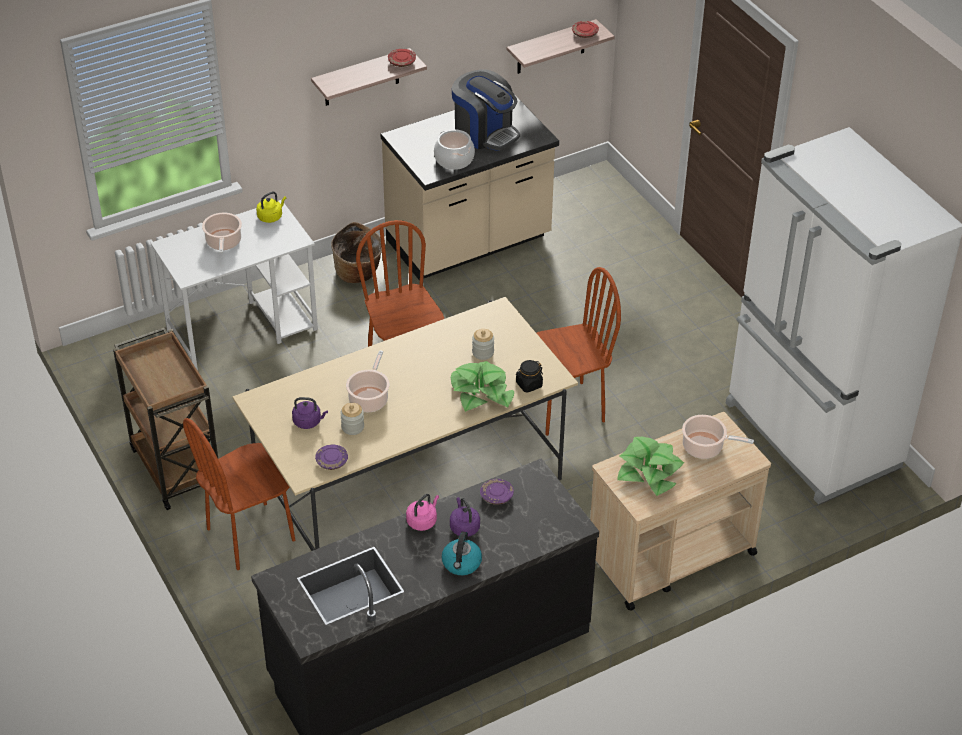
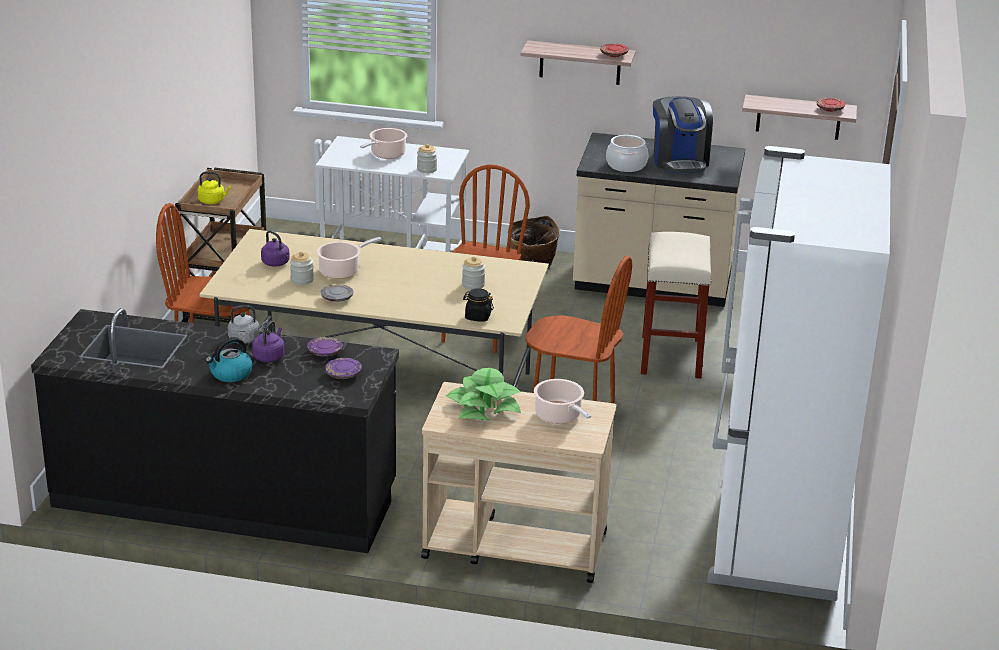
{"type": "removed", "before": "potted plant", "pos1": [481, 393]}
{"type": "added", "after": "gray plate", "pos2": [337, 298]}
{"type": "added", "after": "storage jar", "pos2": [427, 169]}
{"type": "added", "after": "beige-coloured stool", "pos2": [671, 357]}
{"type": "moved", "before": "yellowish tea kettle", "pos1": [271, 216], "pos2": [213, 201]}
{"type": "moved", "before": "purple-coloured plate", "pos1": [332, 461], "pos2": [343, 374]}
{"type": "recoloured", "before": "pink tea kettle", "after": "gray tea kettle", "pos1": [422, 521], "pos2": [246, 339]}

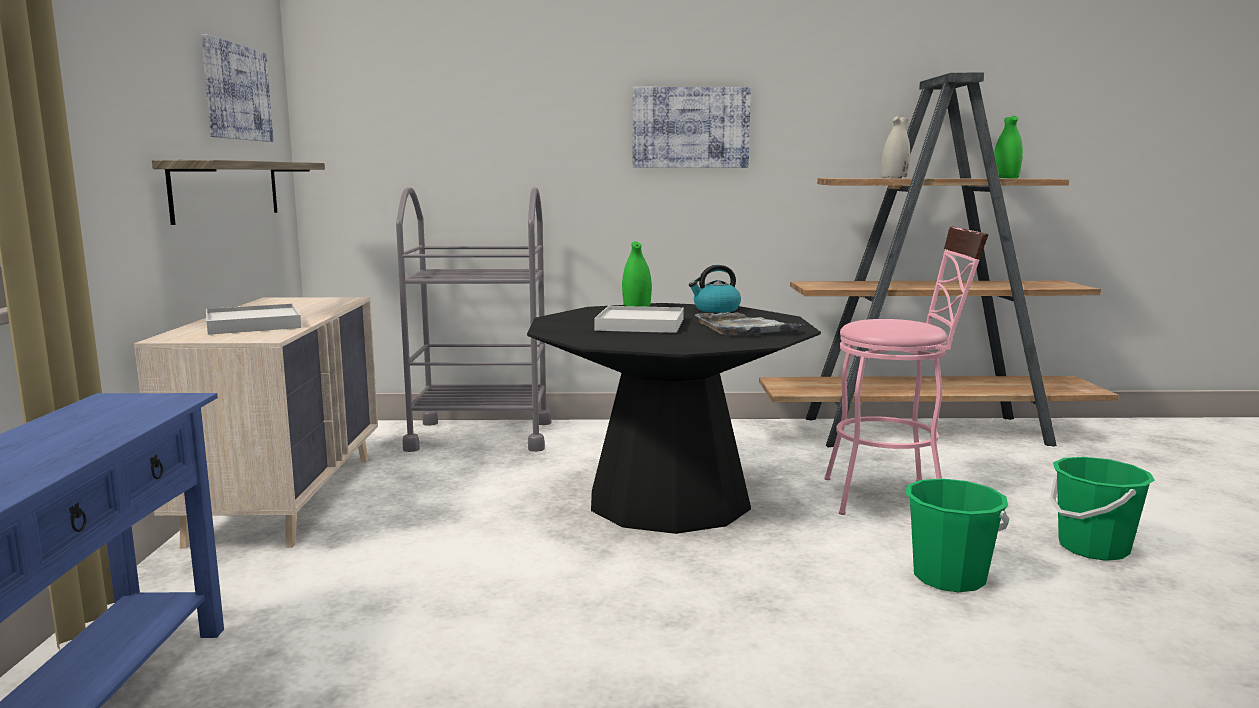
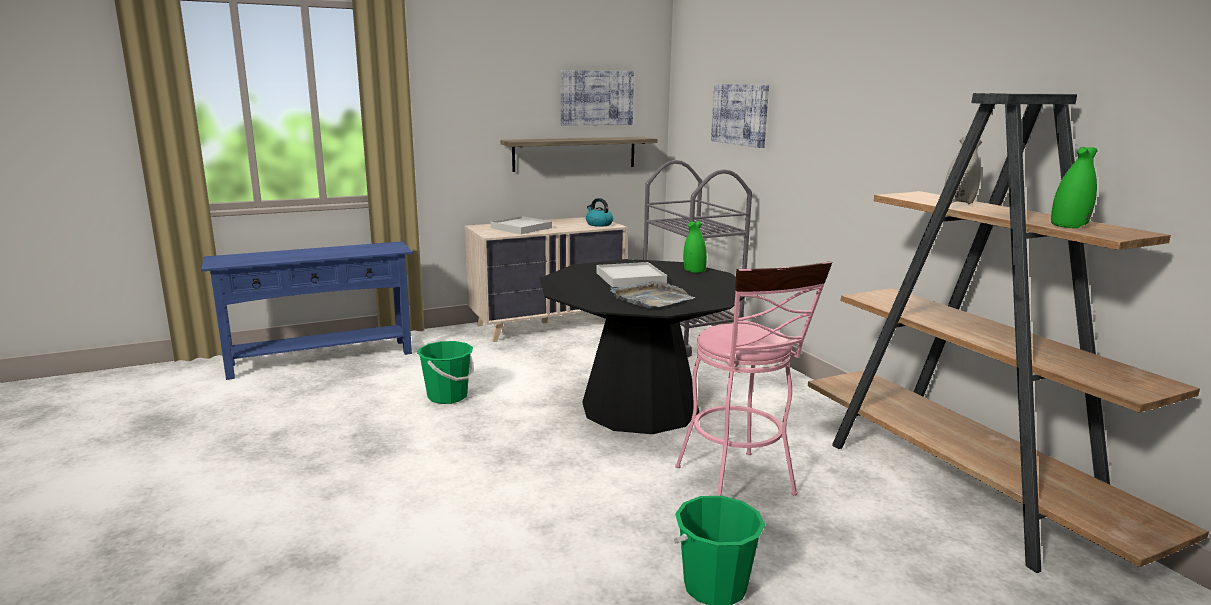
{"type": "moved", "before": "wall art", "pos1": [690, 127], "pos2": [740, 114]}
{"type": "moved", "before": "tea kettle", "pos1": [716, 309], "pos2": [598, 224]}
{"type": "moved", "before": "green pail", "pos1": [949, 577], "pos2": [447, 396]}

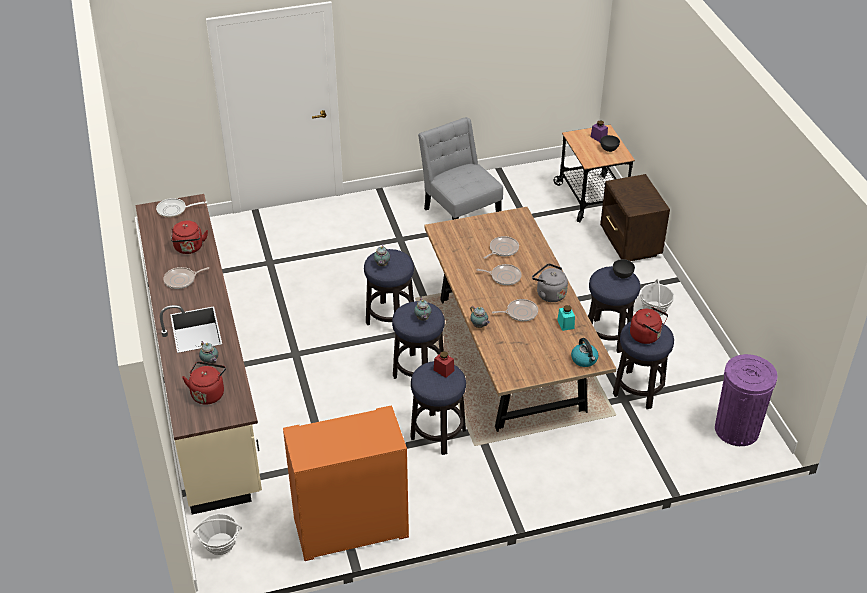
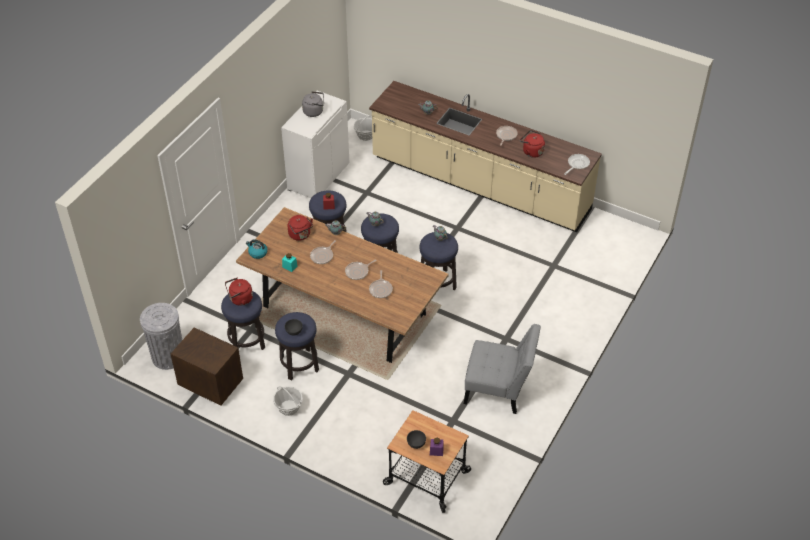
{"type": "moved", "before": "red-coloured tea kettle", "pos1": [208, 393], "pos2": [300, 235]}
{"type": "moved", "before": "gray tea kettle", "pos1": [549, 294], "pos2": [314, 111]}
{"type": "moved", "before": "brown-coloured nightstand", "pos1": [629, 244], "pos2": [211, 384]}
{"type": "recoloured", "before": "orange cupboard", "after": "white cupboard", "pos1": [350, 528], "pos2": [318, 176]}
{"type": "recoloured", "before": "purple-coloured rubbish bin", "after": "gray rubbish bin", "pos1": [737, 429], "pos2": [168, 356]}

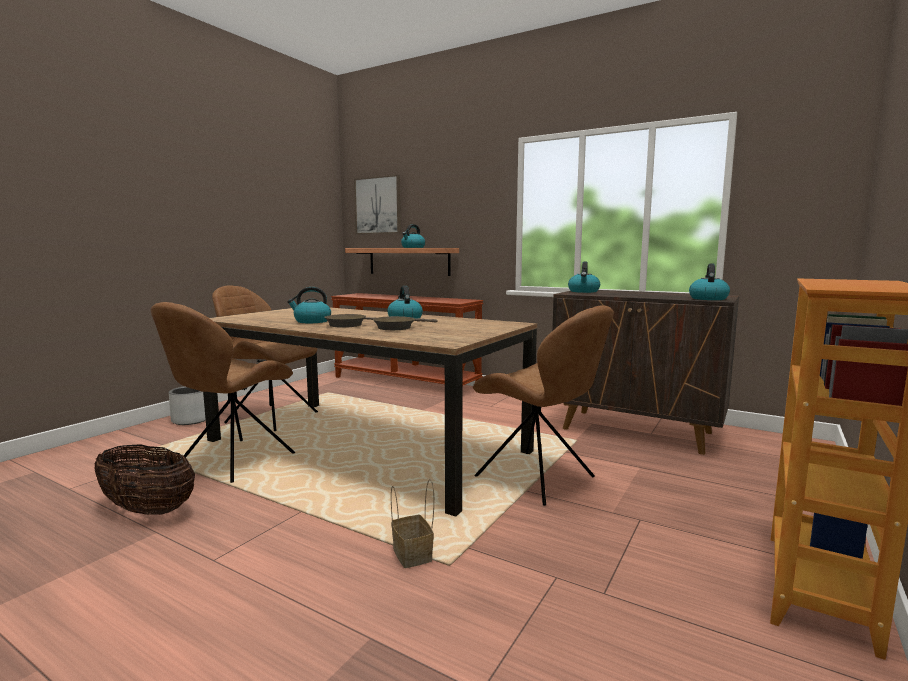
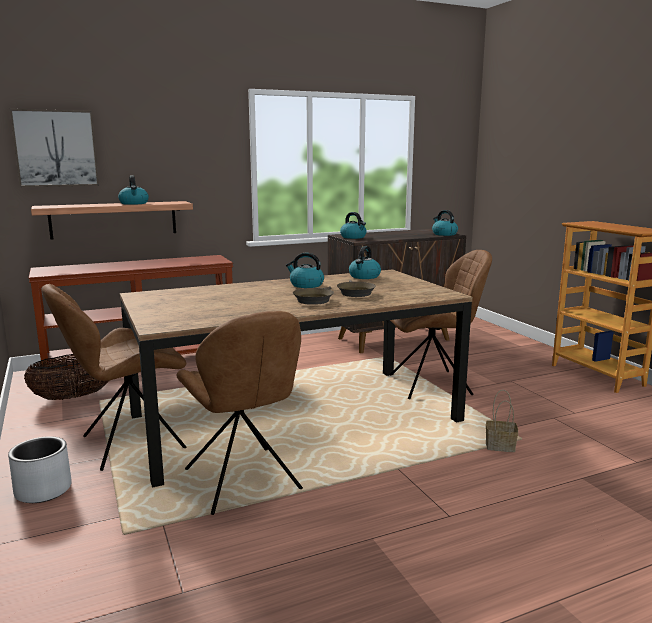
{"type": "moved", "before": "basket", "pos1": [148, 509], "pos2": [74, 397]}
{"type": "moved", "before": "tea kettle", "pos1": [312, 321], "pos2": [364, 276]}

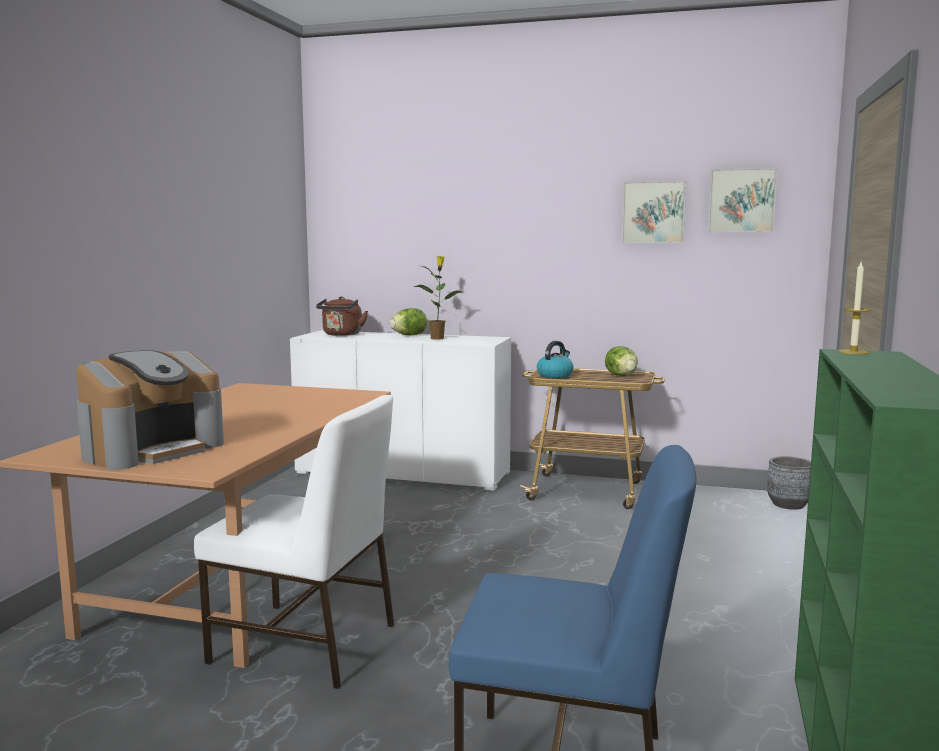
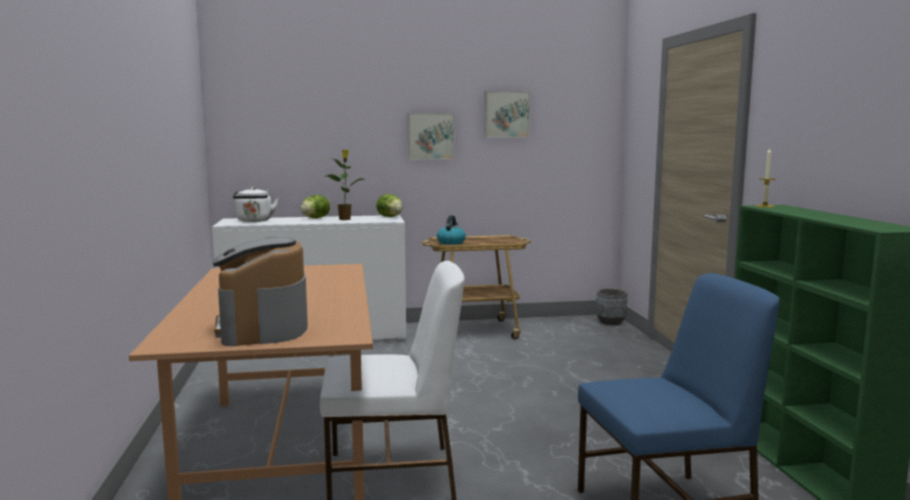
{"type": "moved", "before": "lettuce head", "pos1": [621, 376], "pos2": [390, 217]}
{"type": "moved", "before": "wall art", "pos1": [741, 200], "pos2": [430, 136]}
{"type": "recoloured", "before": "brown-coloured tea kettle", "after": "white tea kettle", "pos1": [341, 334], "pos2": [254, 221]}
{"type": "turned", "before": "coffee maker", "pos1": [153, 449], "pos2": [262, 327], "turn": 150}

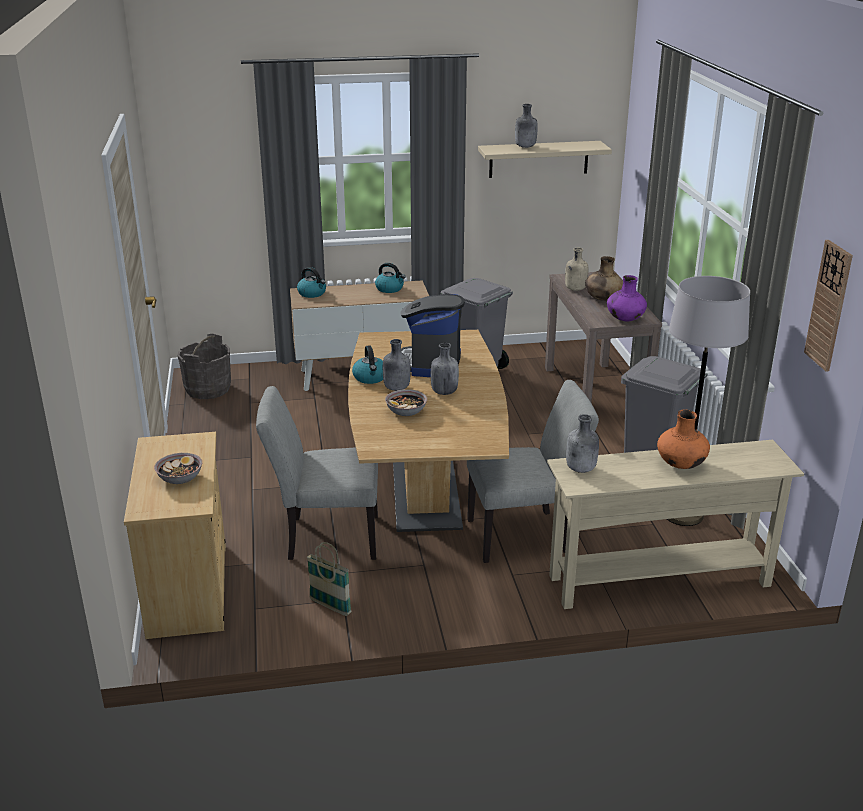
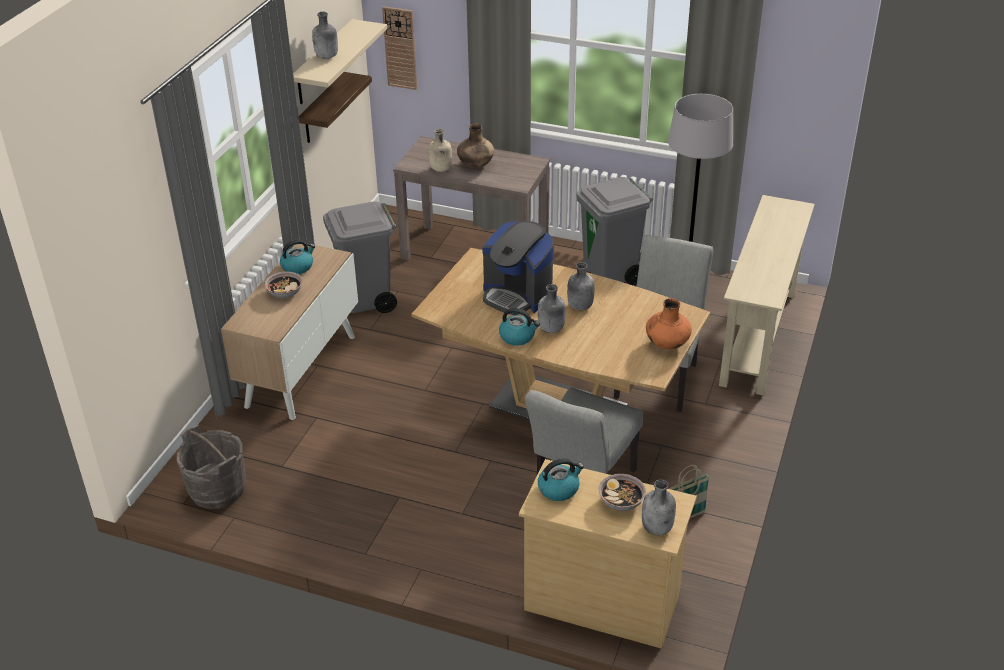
{"type": "removed", "before": "purple-coloured decorative vase", "pos1": [625, 319]}
{"type": "added", "after": "shelf", "pos2": [323, 109]}
{"type": "moved", "before": "tea kettle", "pos1": [312, 293], "pos2": [559, 489]}
{"type": "moved", "before": "bowl", "pos1": [406, 411], "pos2": [285, 292]}
{"type": "moved", "before": "gray beverage bottle", "pos1": [581, 469], "pos2": [657, 528]}
{"type": "moved", "before": "orange decorative vase", "pos1": [680, 464], "pos2": [667, 343]}
{"type": "moved", "before": "hanging clock", "pos1": [829, 306], "pos2": [400, 48]}

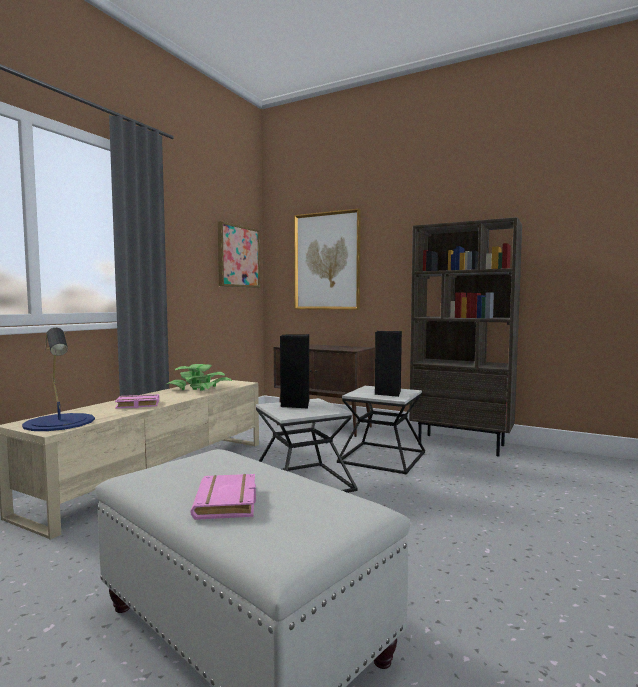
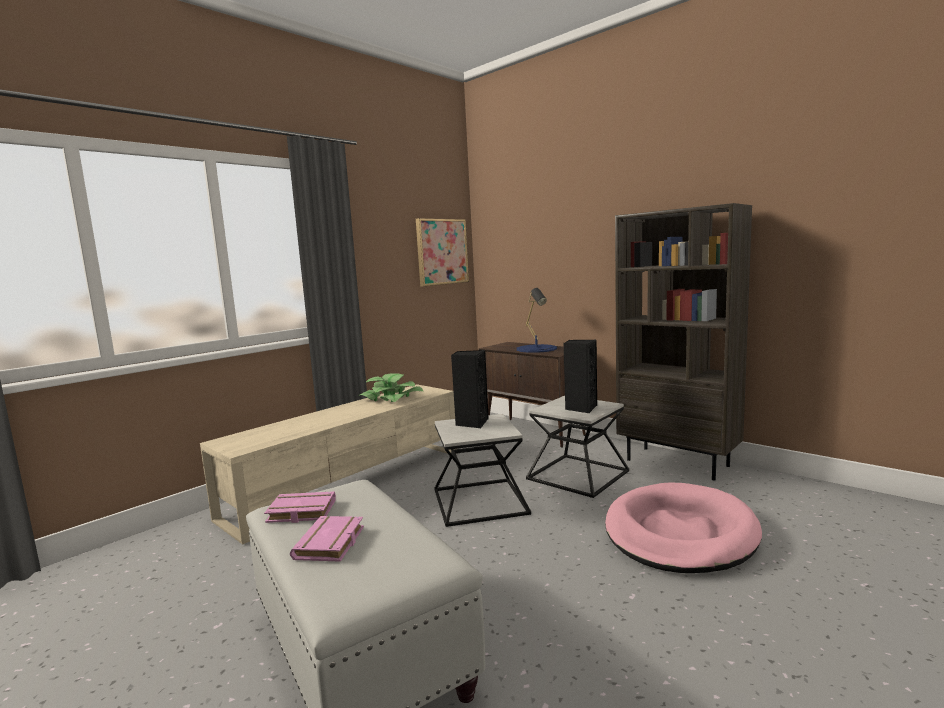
{"type": "removed", "before": "wall art", "pos1": [327, 261]}
{"type": "added", "after": "pink pet bed", "pos2": [679, 533]}
{"type": "moved", "before": "blue-coloured tabletop lamp", "pos1": [59, 422], "pos2": [536, 349]}
{"type": "moved", "before": "pink bound book", "pos1": [137, 405], "pos2": [300, 513]}

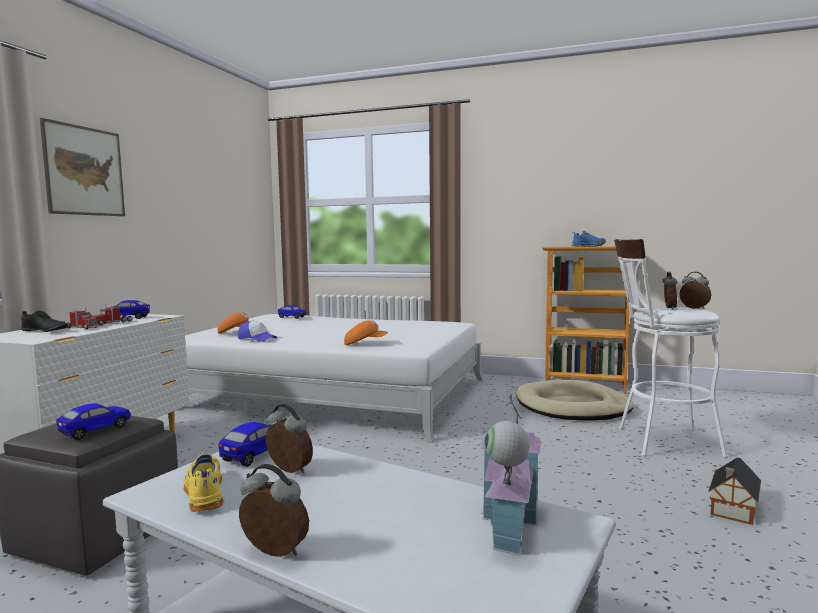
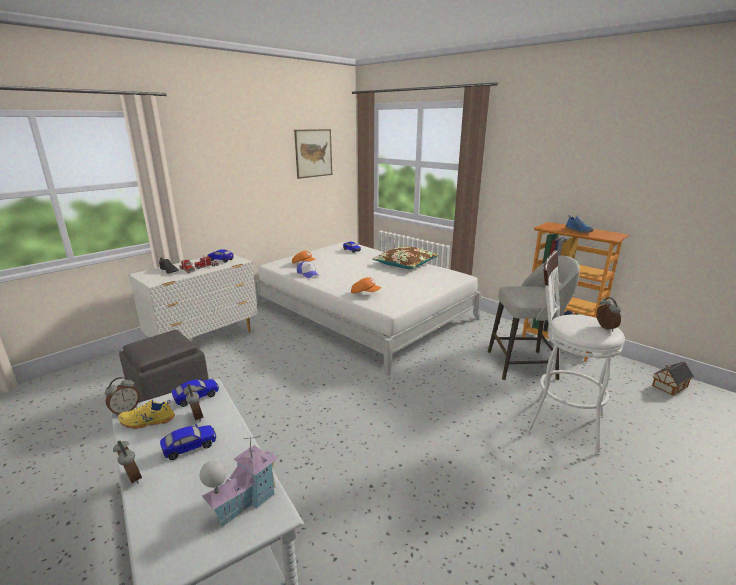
{"type": "added", "after": "brown-coloured cushion", "pos2": [405, 264]}
{"type": "moved", "before": "wall art", "pos1": [84, 171], "pos2": [313, 153]}
{"type": "moved", "before": "miniature car", "pos1": [95, 430], "pos2": [190, 447]}
{"type": "moved", "before": "table clock", "pos1": [668, 308], "pos2": [125, 410]}
{"type": "moved", "before": "toy house", "pos1": [732, 509], "pos2": [668, 386]}
{"type": "replaced", "before": "beige-coloured pet bed", "after": "gray stool", "pos1": [572, 406], "pos2": [524, 365]}
{"type": "turned", "before": "yellowish shoe", "pos1": [203, 493], "pos2": [147, 422], "turn": -105}

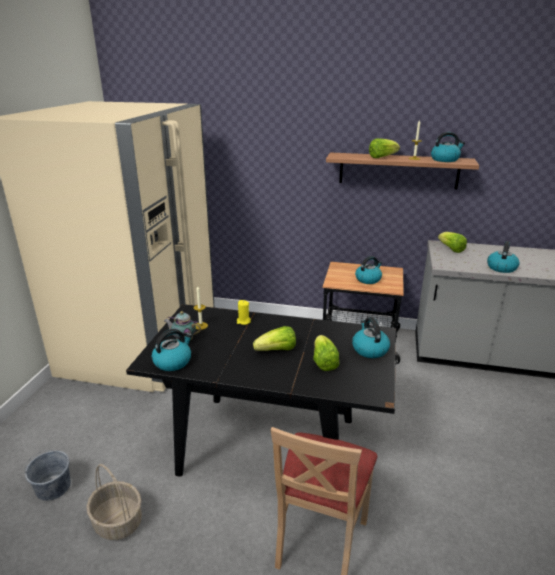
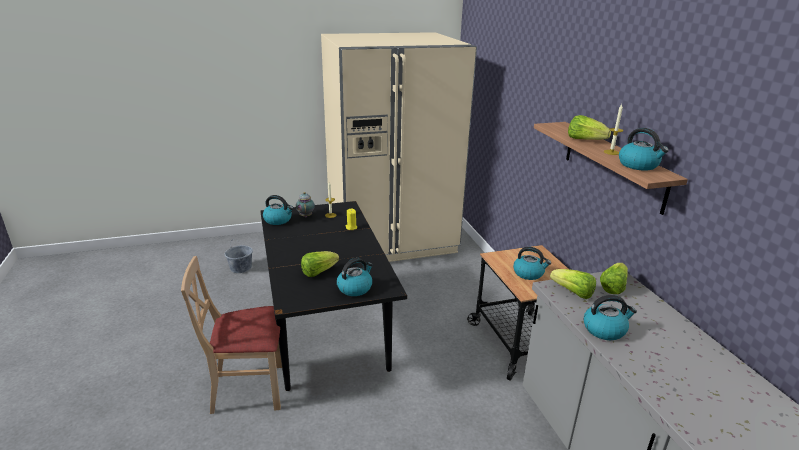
{"type": "removed", "before": "basket", "pos1": [117, 522]}
{"type": "moved", "before": "lettuce head", "pos1": [277, 350], "pos2": [572, 293]}

